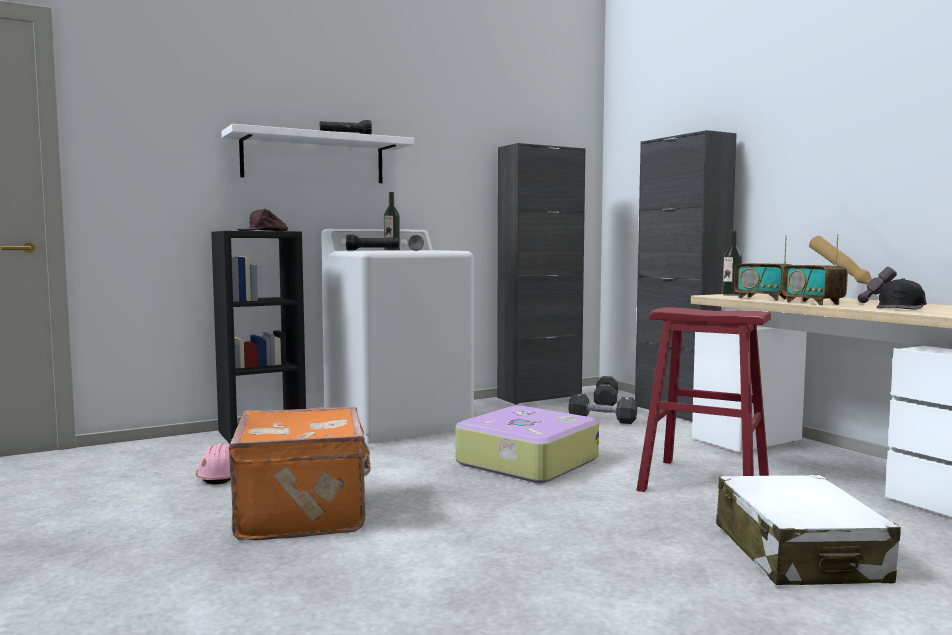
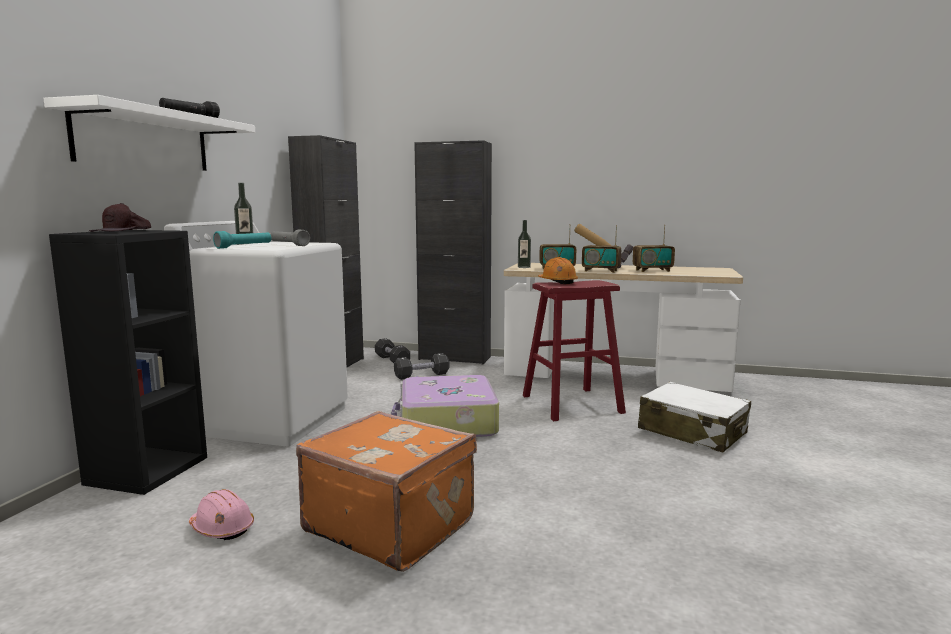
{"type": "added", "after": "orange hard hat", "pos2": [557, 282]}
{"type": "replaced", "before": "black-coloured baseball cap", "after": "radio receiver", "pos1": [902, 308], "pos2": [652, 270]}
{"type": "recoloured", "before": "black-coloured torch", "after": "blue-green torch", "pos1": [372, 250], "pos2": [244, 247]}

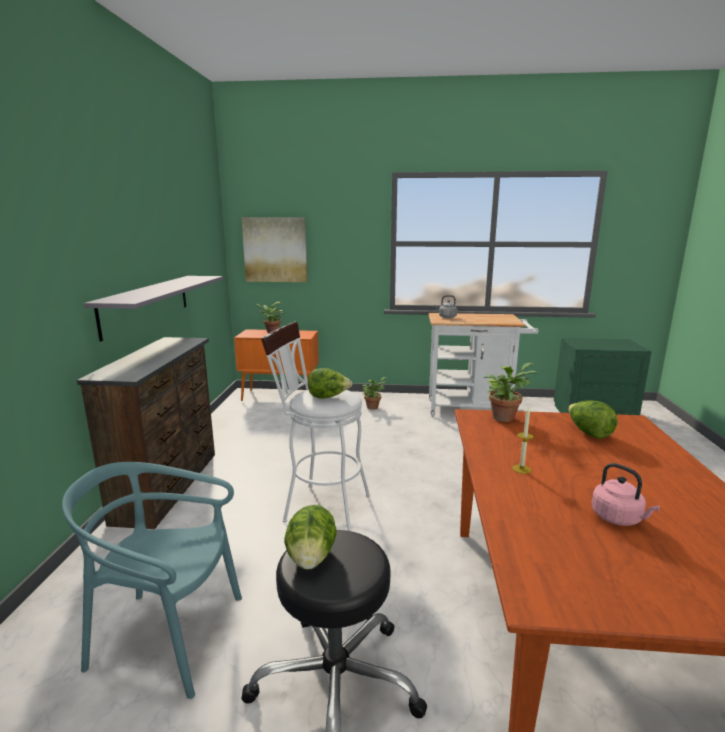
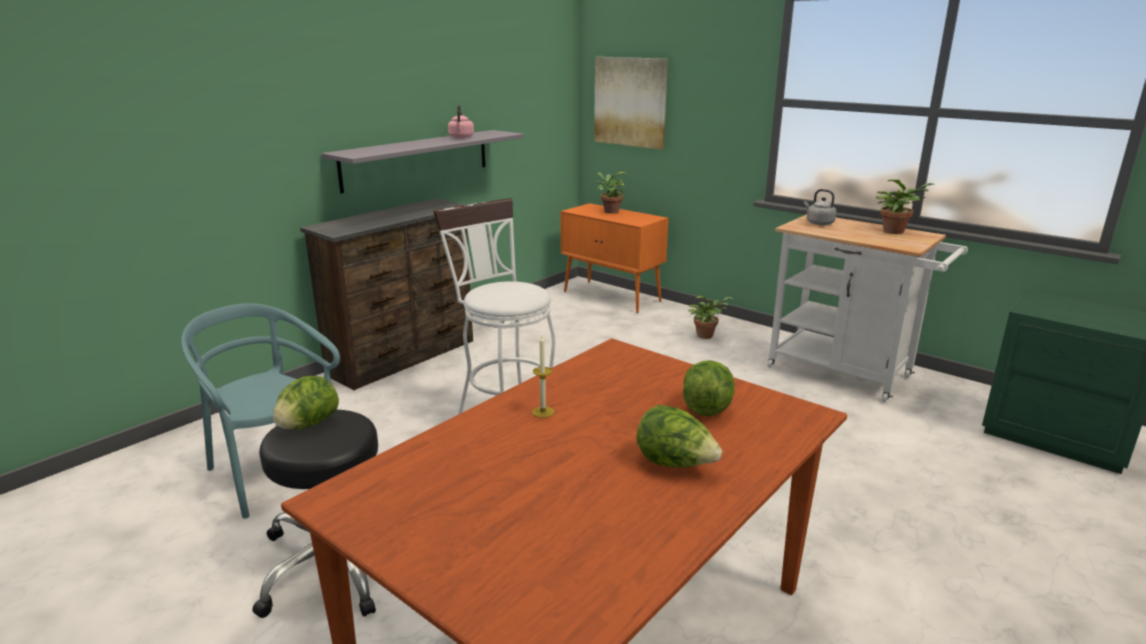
{"type": "moved", "before": "lettuce head", "pos1": [328, 397], "pos2": [675, 464]}
{"type": "moved", "before": "potted plant", "pos1": [504, 417], "pos2": [895, 231]}
{"type": "moved", "before": "pink tea kettle", "pos1": [618, 518], "pos2": [461, 137]}

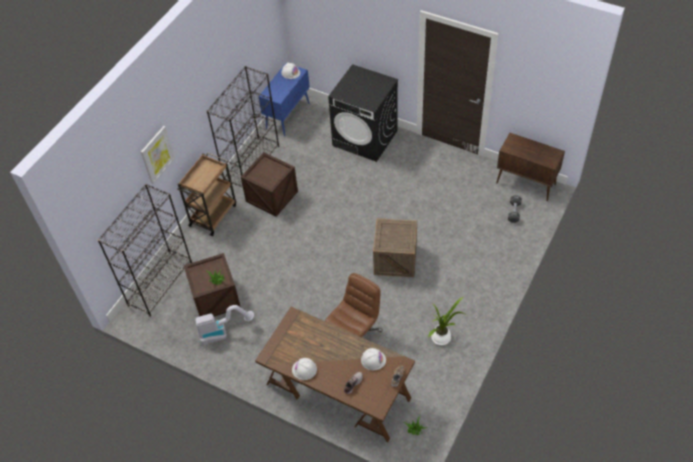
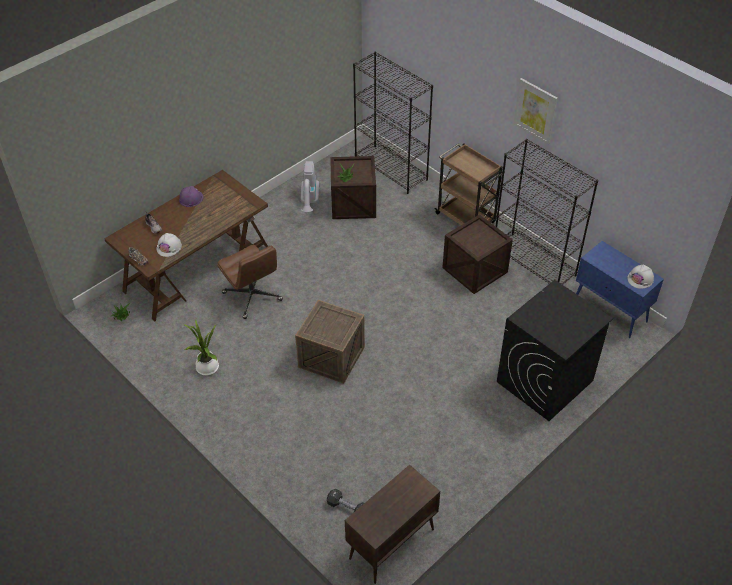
{"type": "moved", "before": "wall art", "pos1": [157, 154], "pos2": [535, 110]}
{"type": "recoloured", "before": "white hard hat", "after": "purple-coloured hard hat", "pos1": [304, 369], "pos2": [191, 198]}

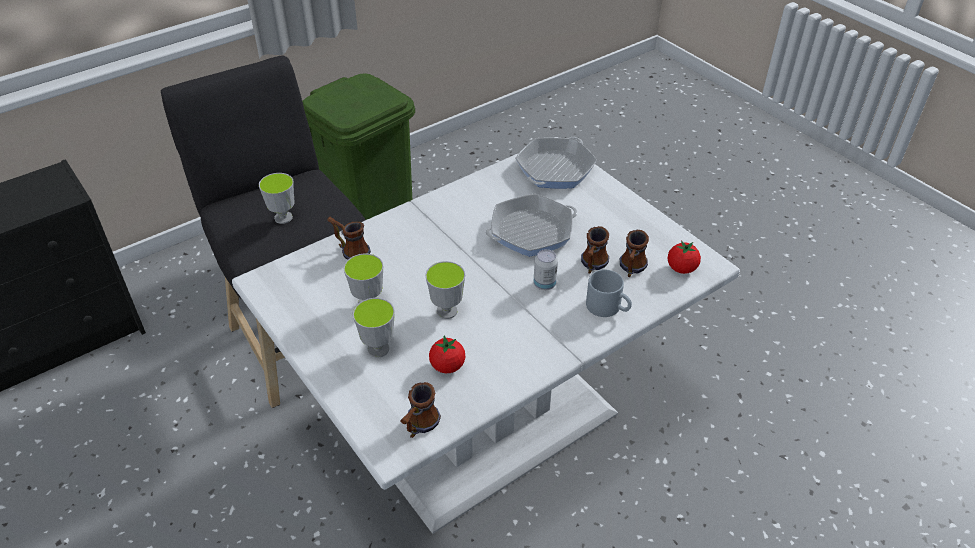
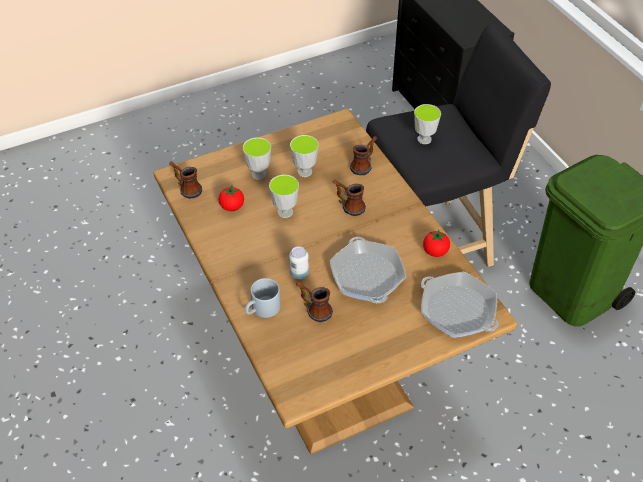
{"type": "moved", "before": "mug", "pos1": [631, 269], "pos2": [348, 206]}
{"type": "moved", "before": "whole tomato", "pos1": [681, 268], "pos2": [435, 251]}
{"type": "recoloured", "before": "white kitchen table", "after": "brown-coloured kitchen table", "pos1": [487, 423], "pos2": [321, 354]}

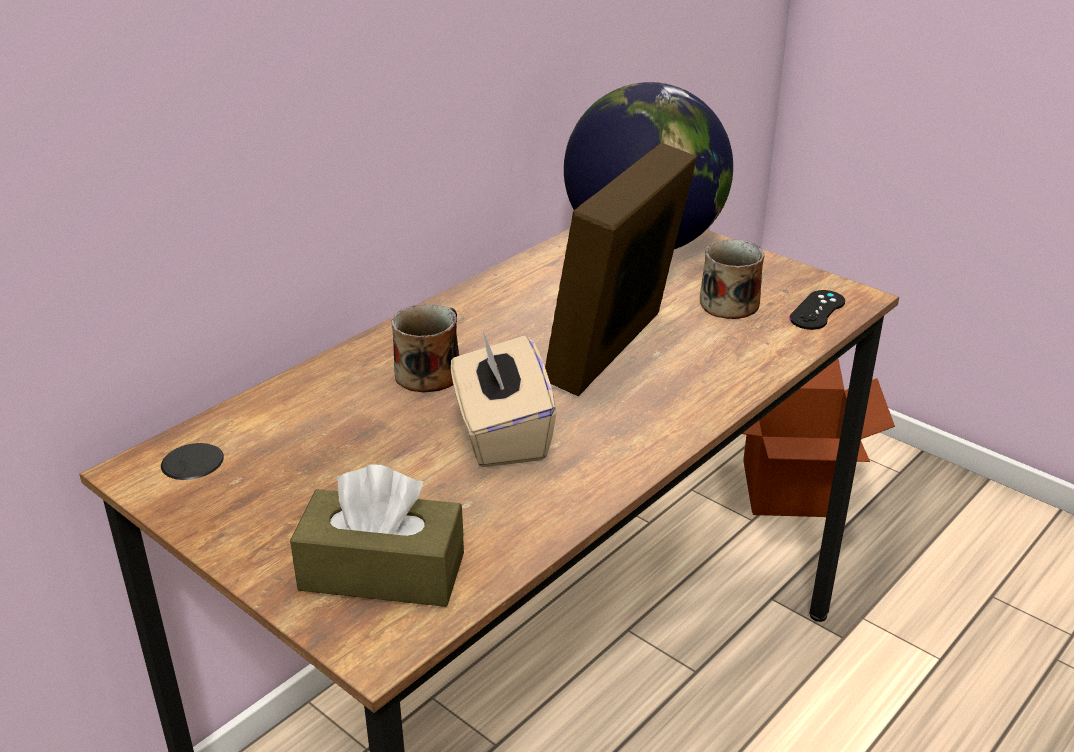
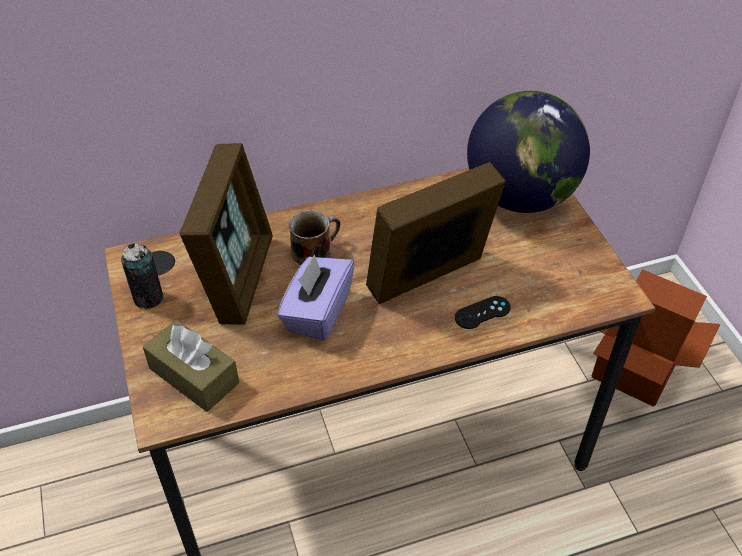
{"type": "removed", "before": "mug", "pos1": [727, 302]}
{"type": "added", "after": "sealed can", "pos2": [148, 298]}
{"type": "added", "after": "picture frame", "pos2": [238, 278]}
{"type": "moved", "before": "black-coloured game controller", "pos1": [817, 310], "pos2": [482, 313]}
{"type": "recoloured", "before": "beige-coloured tissue holder", "after": "purple-coloured tissue holder", "pos1": [501, 434], "pos2": [317, 313]}

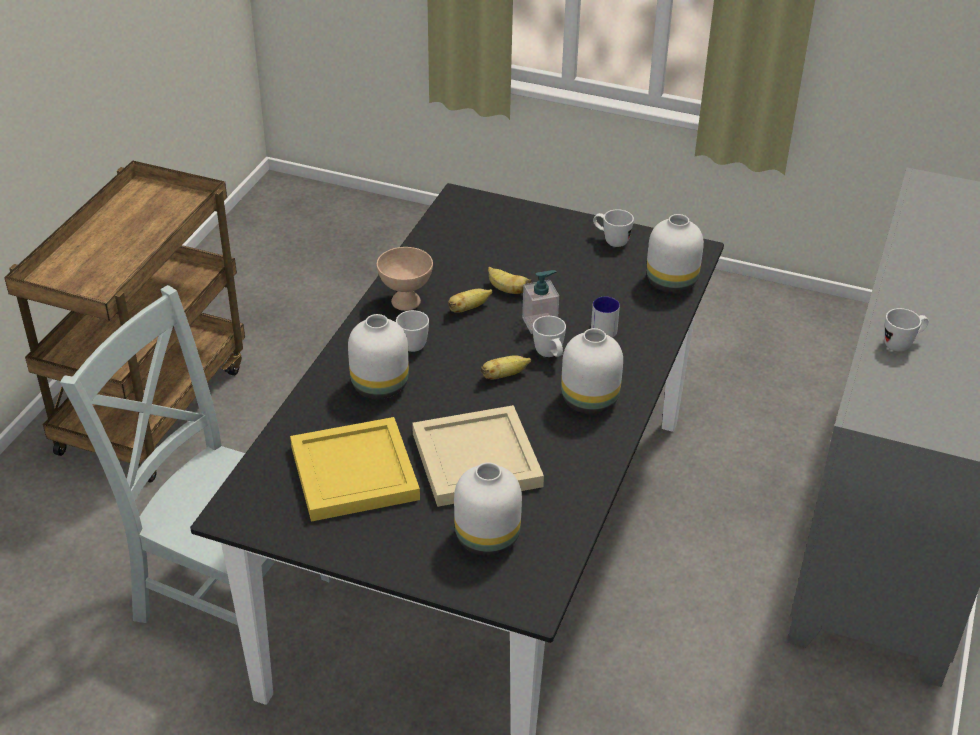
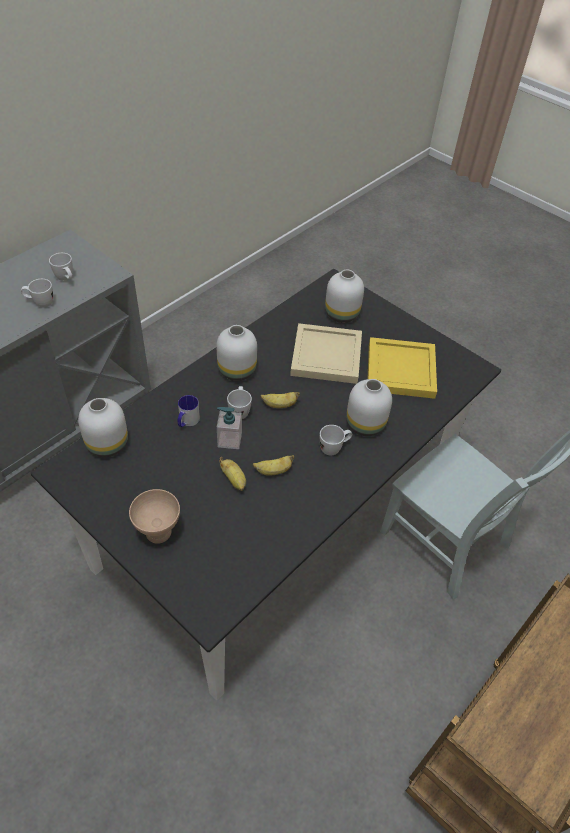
{"type": "moved", "before": "beige-coloured bowl", "pos1": [406, 301], "pos2": [157, 532]}
{"type": "moved", "before": "white mug", "pos1": [611, 241], "pos2": [66, 279]}

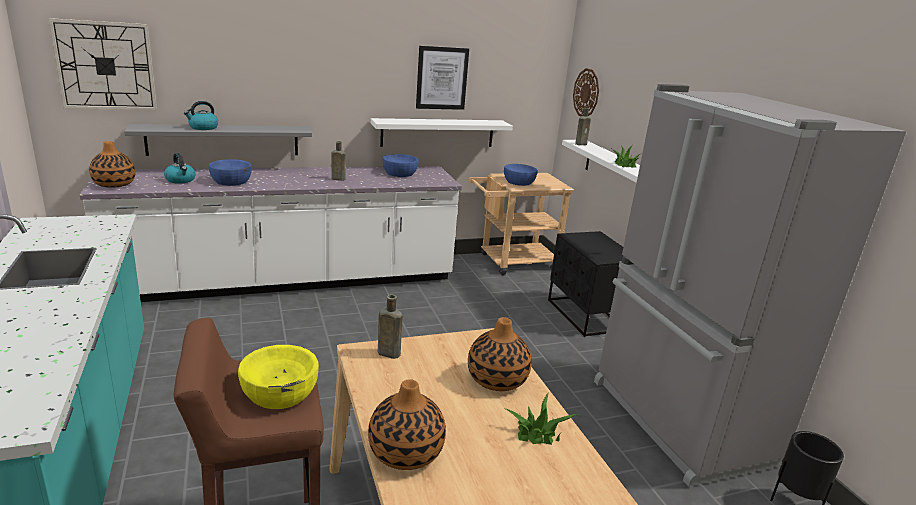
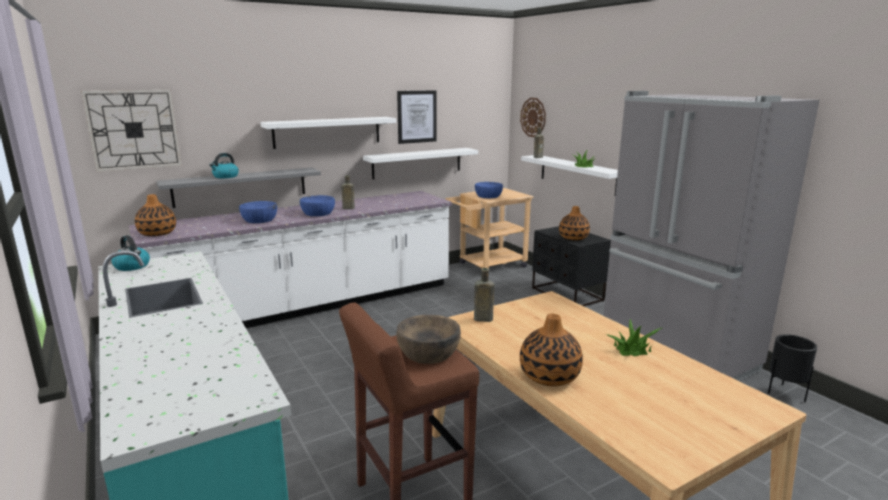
{"type": "added", "after": "white shelf", "pos2": [327, 132]}
{"type": "moved", "before": "tea kettle", "pos1": [181, 180], "pos2": [132, 266]}
{"type": "moved", "before": "blue-coloured bowl", "pos1": [399, 173], "pos2": [318, 213]}
{"type": "moved", "before": "decorative vase", "pos1": [497, 379], "pos2": [573, 238]}
{"type": "recoloured", "before": "yellowish bowl", "after": "brown-coloured bowl", "pos1": [280, 392], "pos2": [428, 352]}

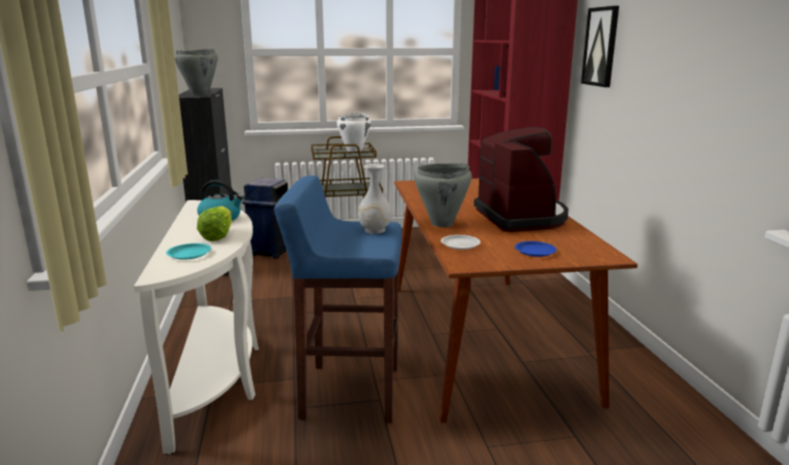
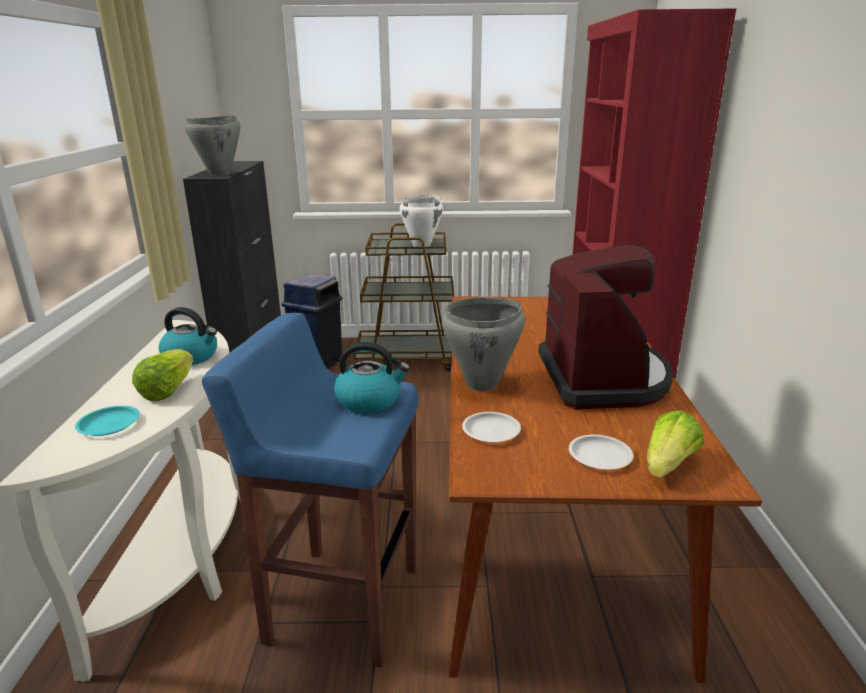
{"type": "removed", "before": "wall art", "pos1": [601, 47]}
{"type": "added", "after": "lettuce head", "pos2": [668, 465]}
{"type": "replaced", "before": "white decorative vase", "after": "tea kettle", "pos1": [374, 230], "pos2": [370, 400]}
{"type": "recoloured", "before": "blue-coloured plate", "after": "white plate", "pos1": [535, 251], "pos2": [600, 456]}

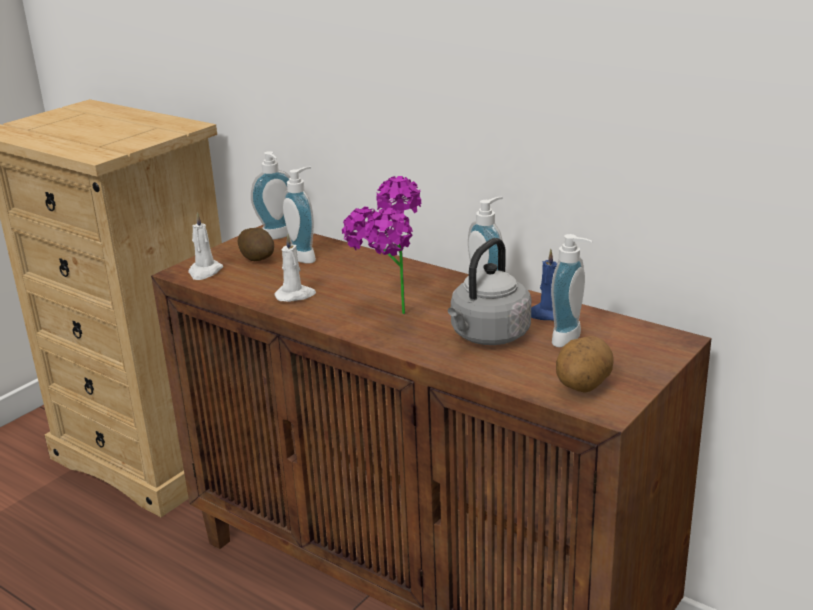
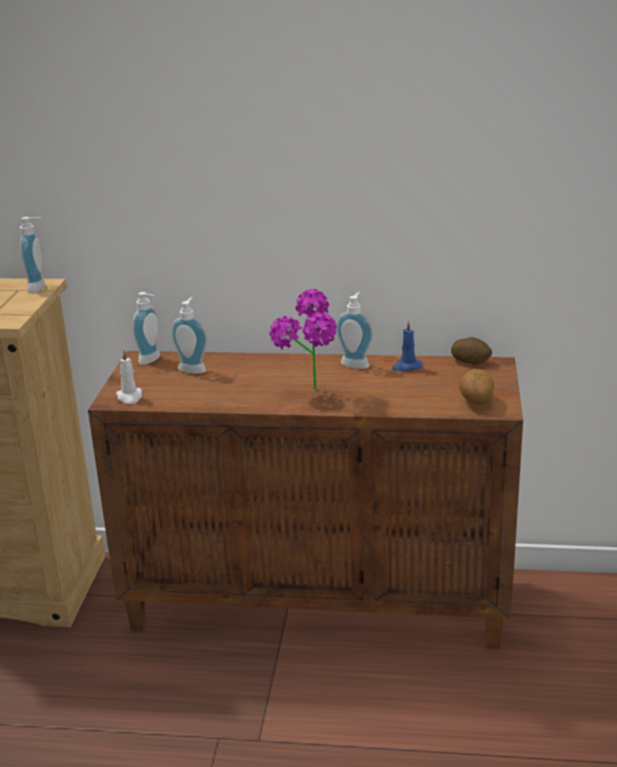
{"type": "removed", "before": "white wax candle", "pos1": [295, 295]}
{"type": "removed", "before": "gray tea kettle", "pos1": [488, 336]}
{"type": "moved", "before": "spud", "pos1": [258, 258], "pos2": [471, 361]}
{"type": "moved", "before": "soap dispenser", "pos1": [571, 339], "pos2": [40, 288]}

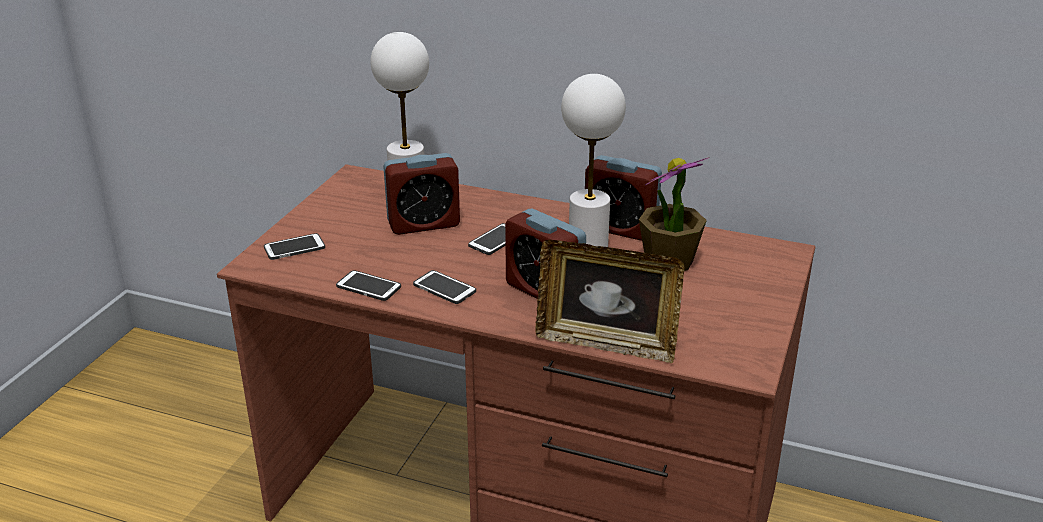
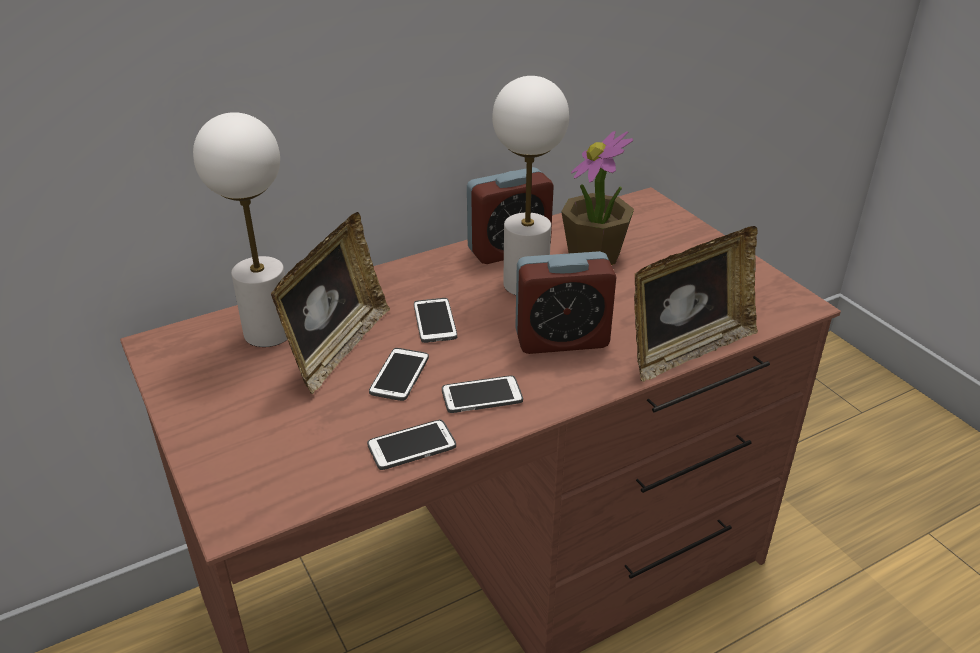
{"type": "moved", "before": "phone", "pos1": [294, 248], "pos2": [399, 375]}
{"type": "replaced", "before": "table clock", "after": "picture frame", "pos1": [423, 224], "pos2": [337, 348]}

